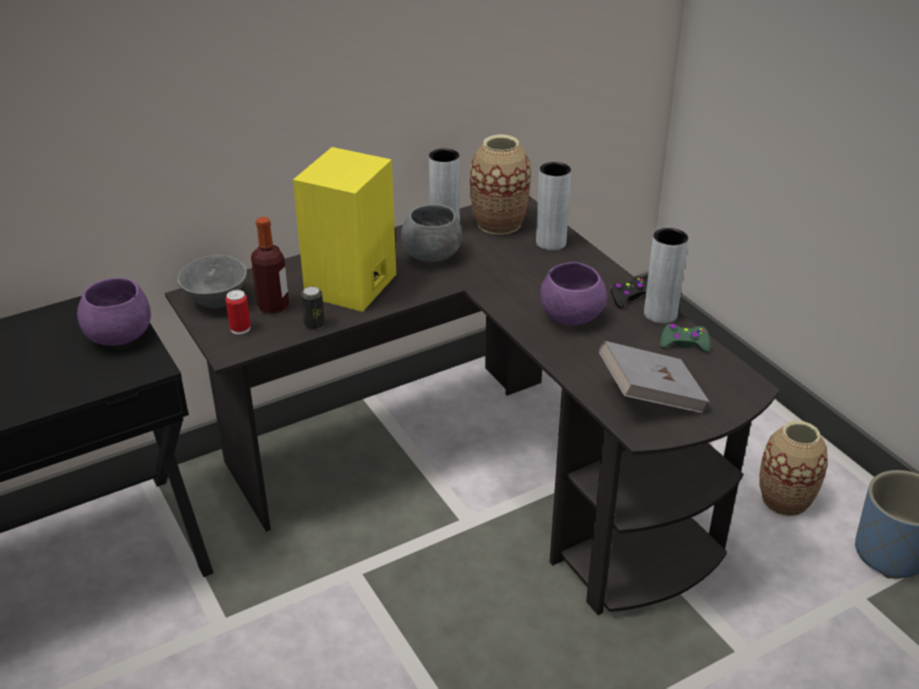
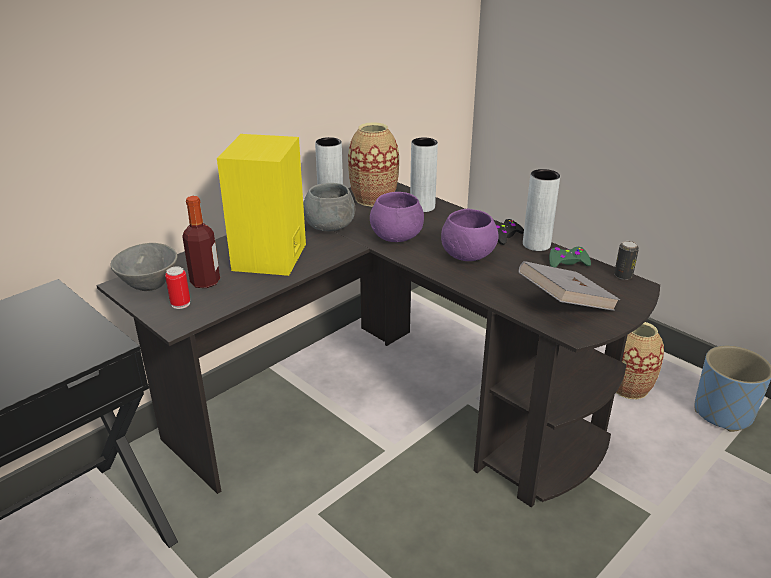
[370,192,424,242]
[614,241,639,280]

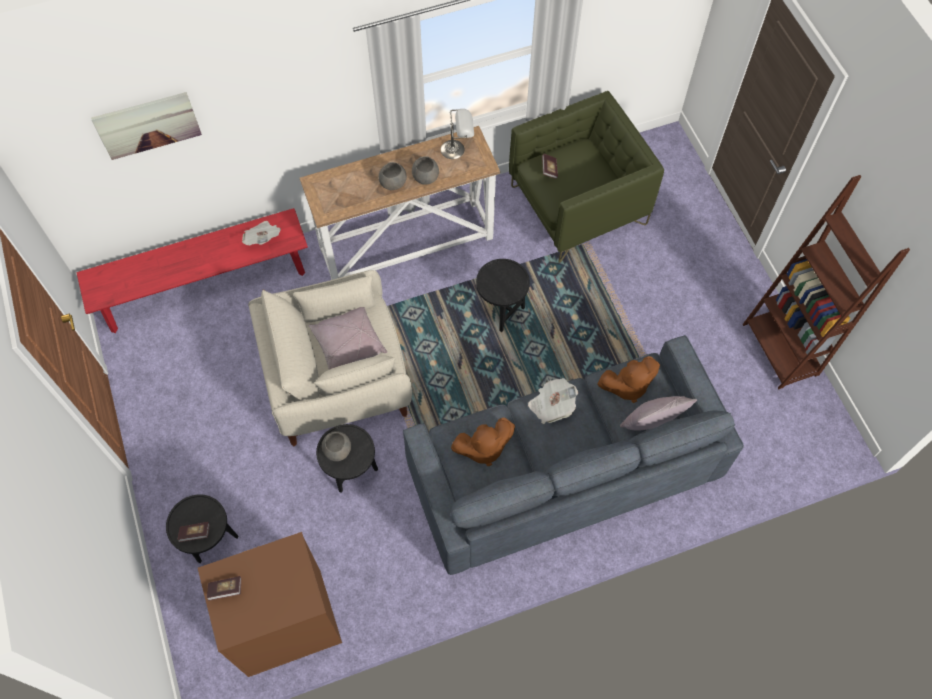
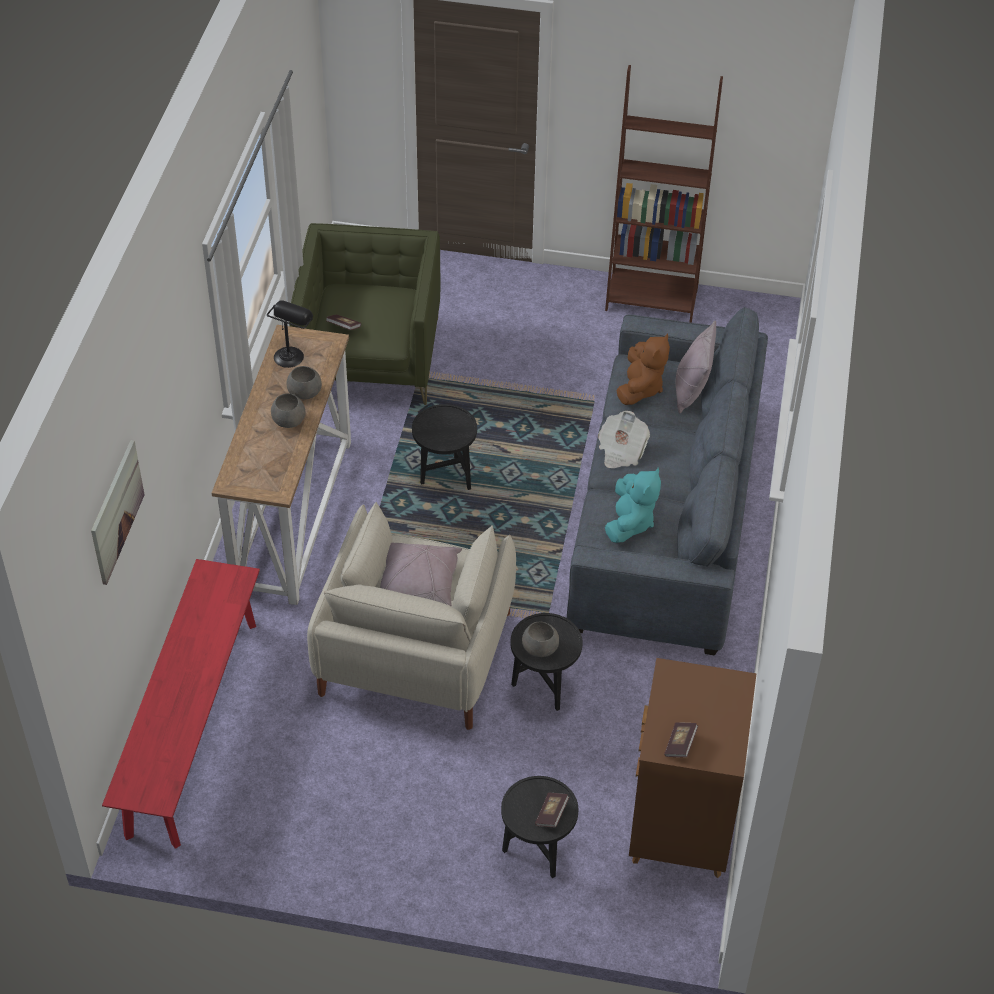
[267,300,313,368]
[605,468,661,543]
[242,221,281,245] (first image)

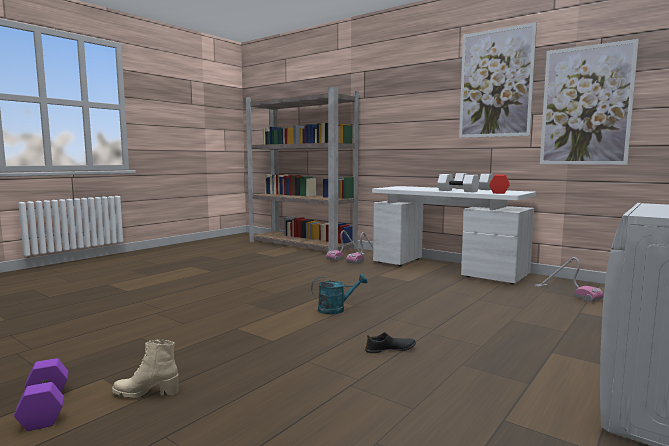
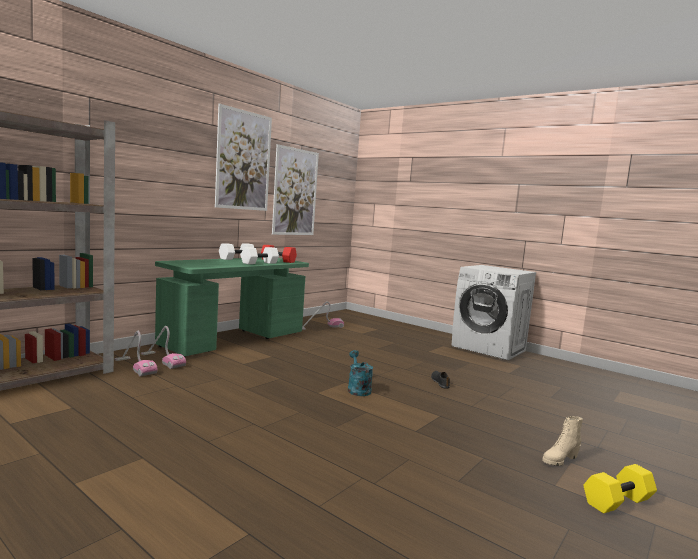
[155,257,309,357]
[543,416,583,466]
[583,464,657,513]

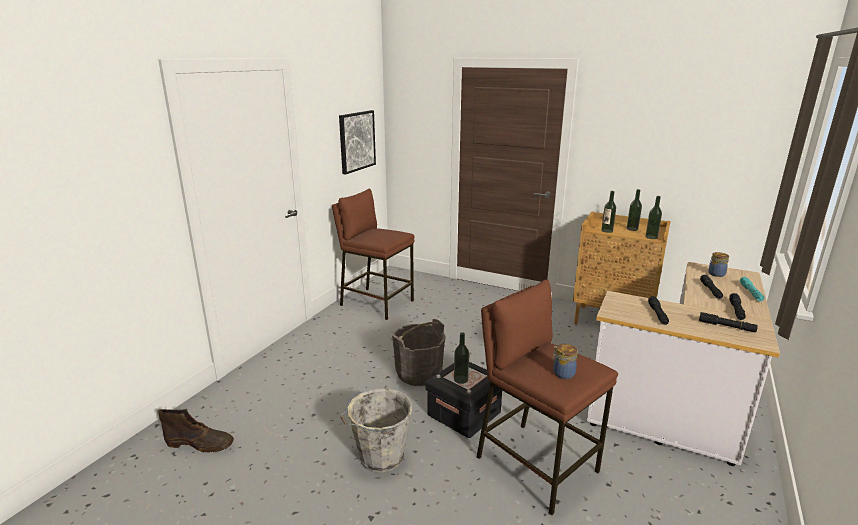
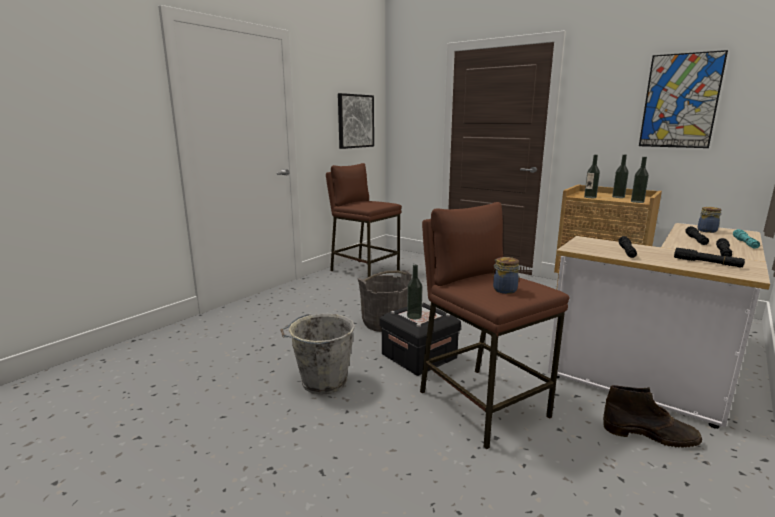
[603,385,702,448]
[639,50,728,148]

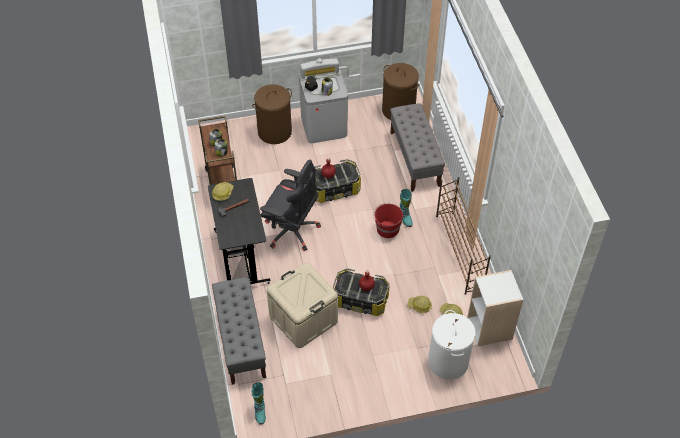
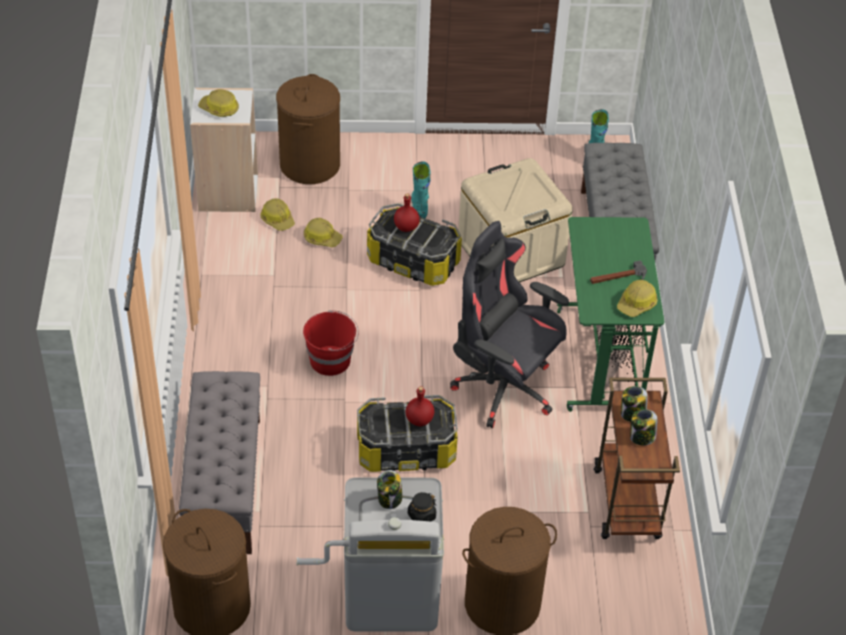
[198,89,239,117]
[276,74,340,184]
[411,161,431,219]
[557,217,664,412]
[436,177,491,295] (first image)

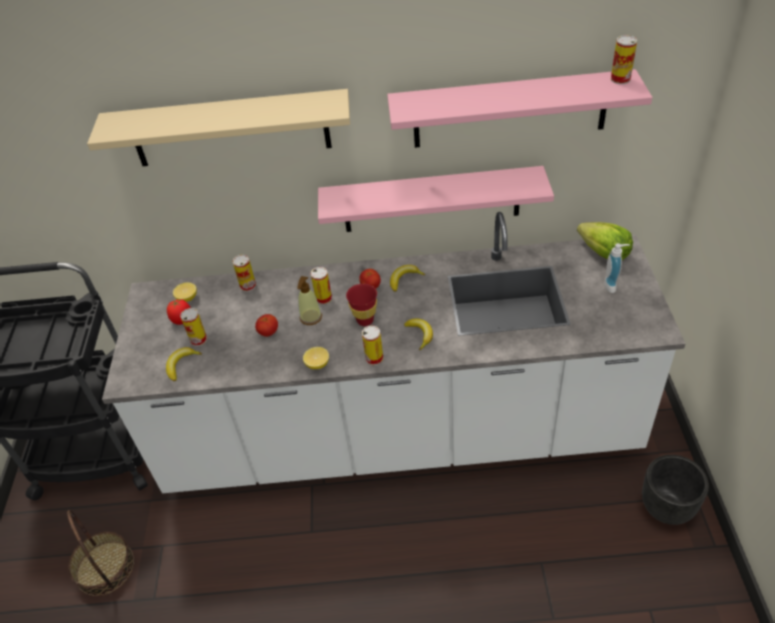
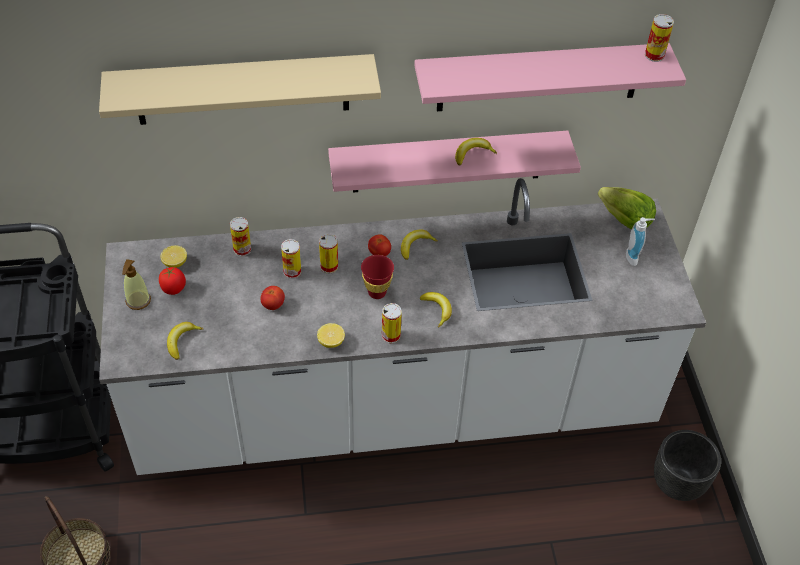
[122,259,151,310]
[281,239,301,279]
[455,138,497,165]

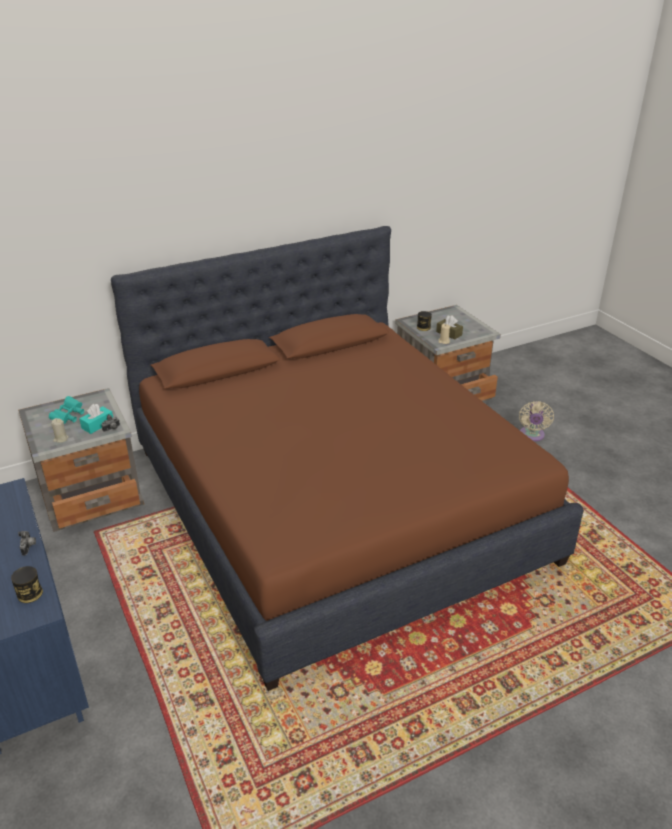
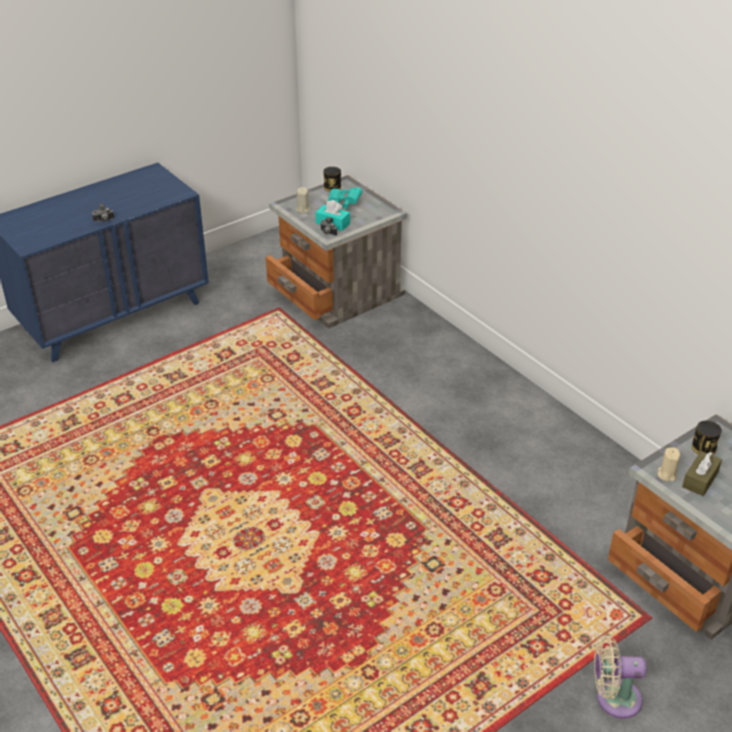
[324,167,341,192]
[111,226,584,691] (first image)

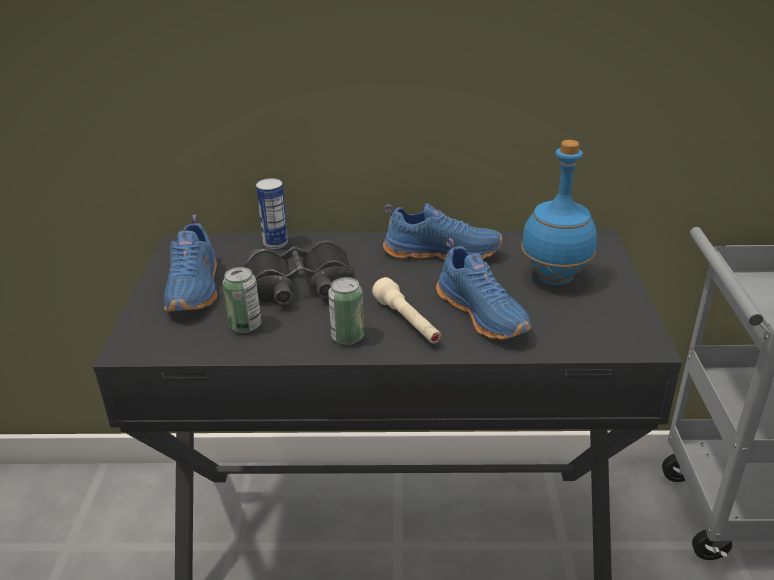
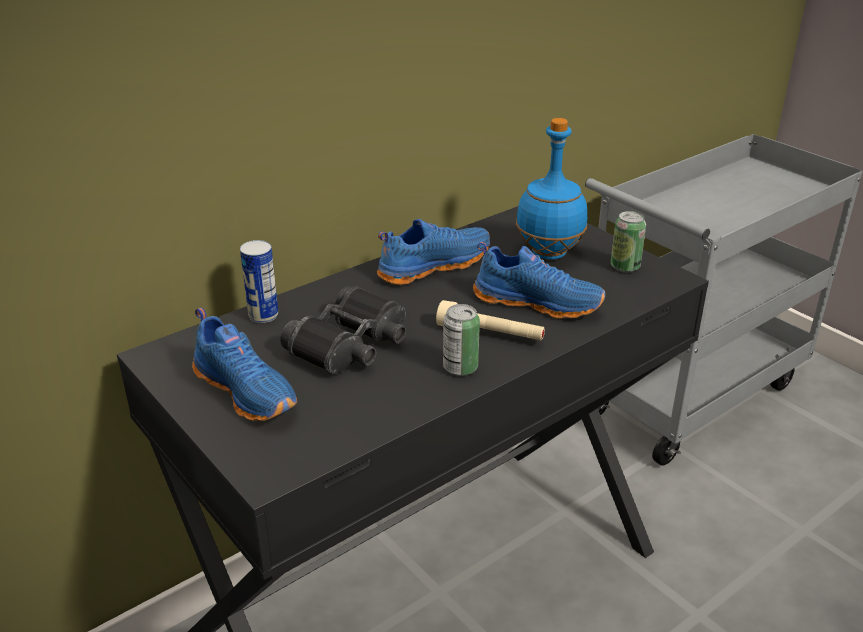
[611,211,646,272]

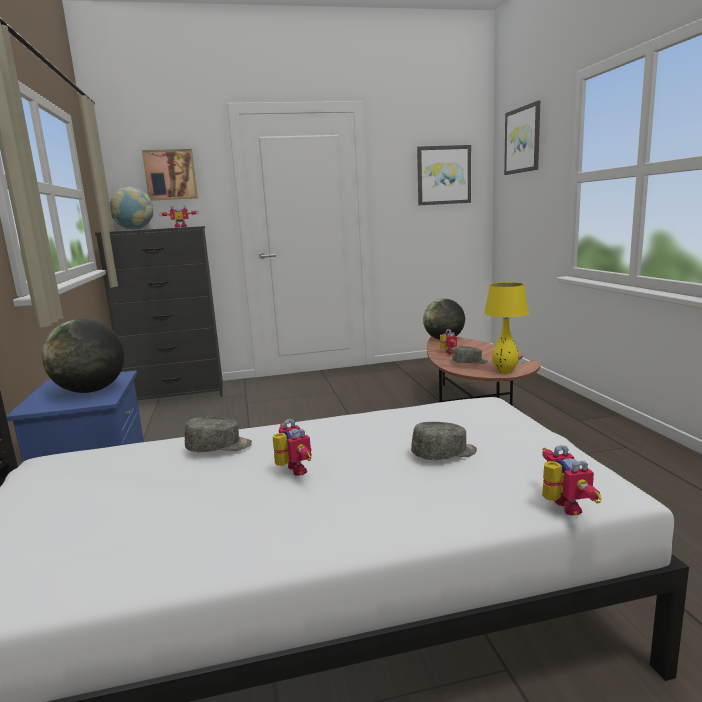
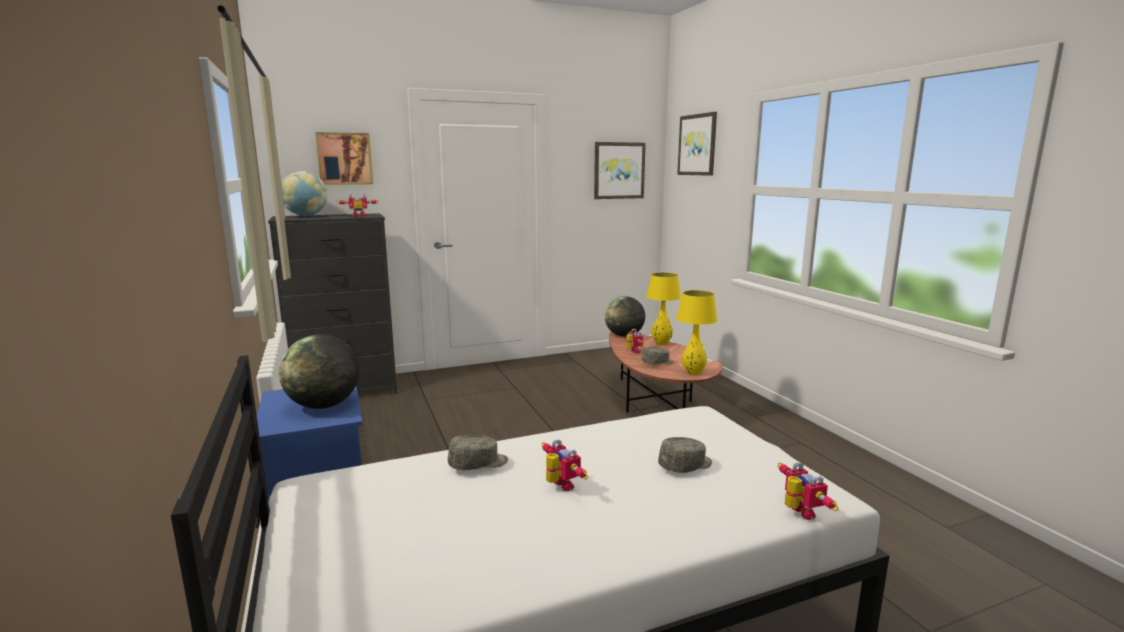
[646,272,681,345]

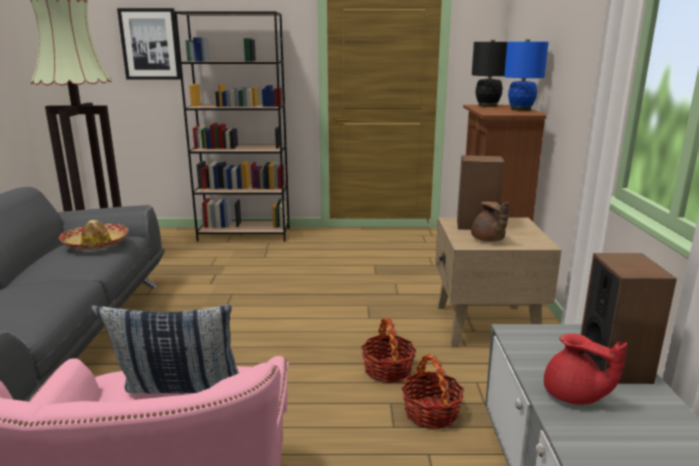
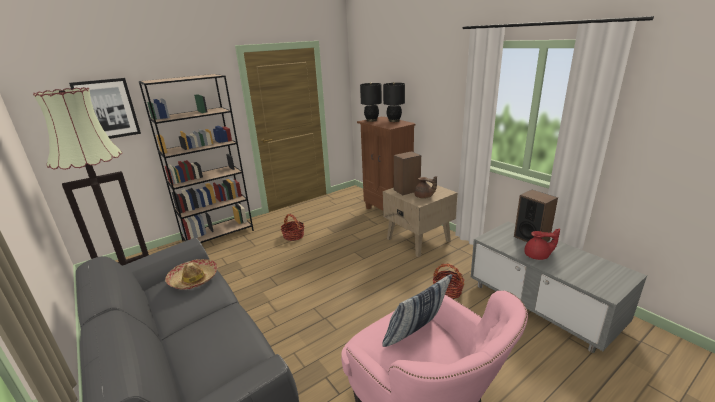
[281,214,304,241]
[383,82,405,122]

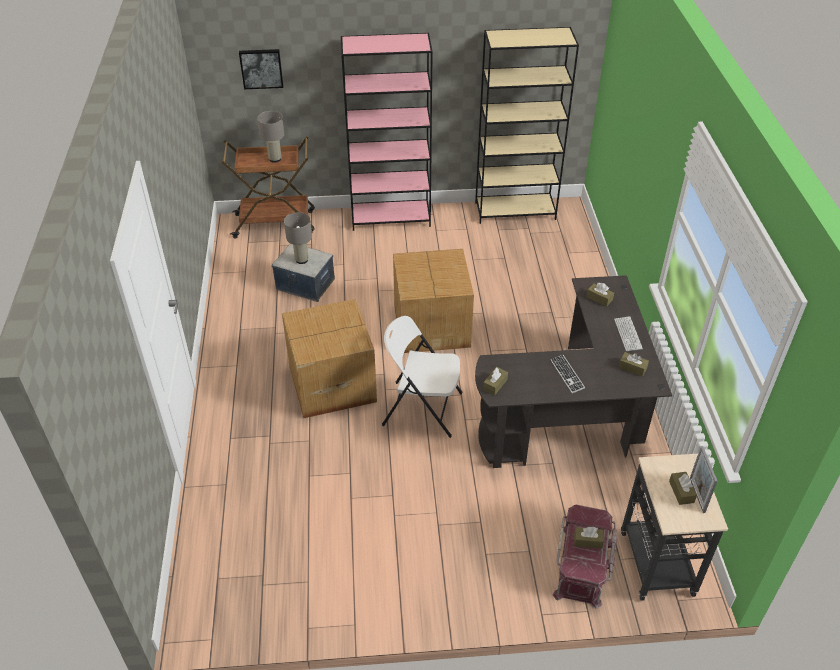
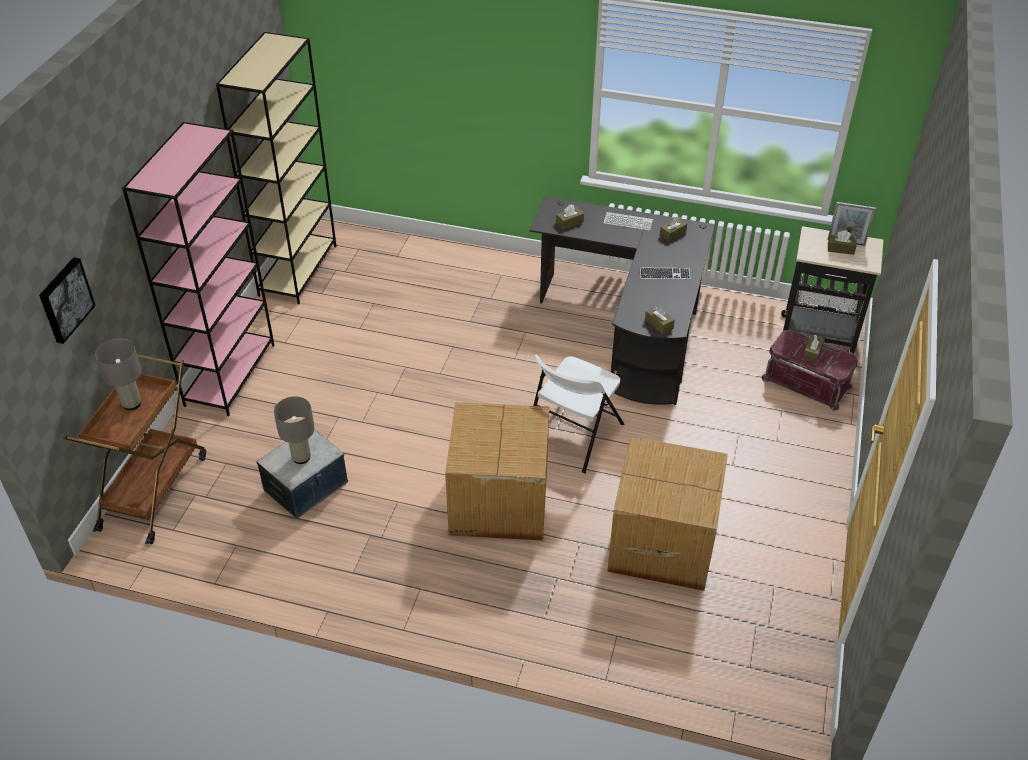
[607,437,728,591]

